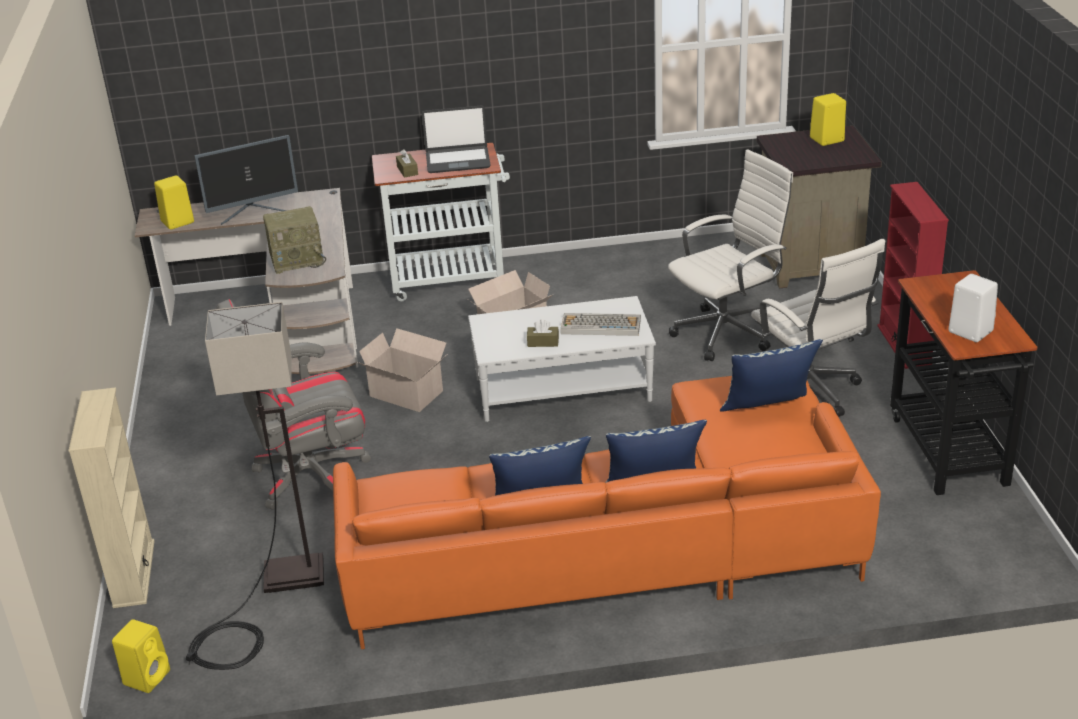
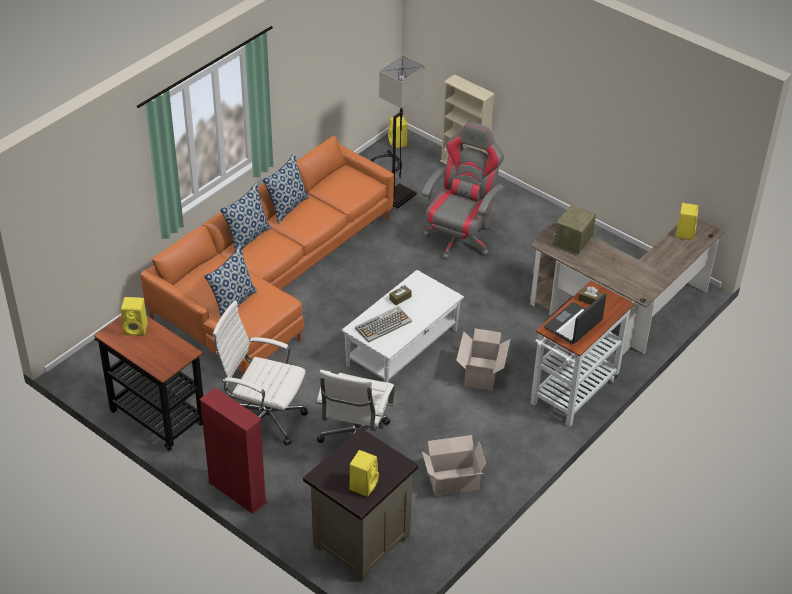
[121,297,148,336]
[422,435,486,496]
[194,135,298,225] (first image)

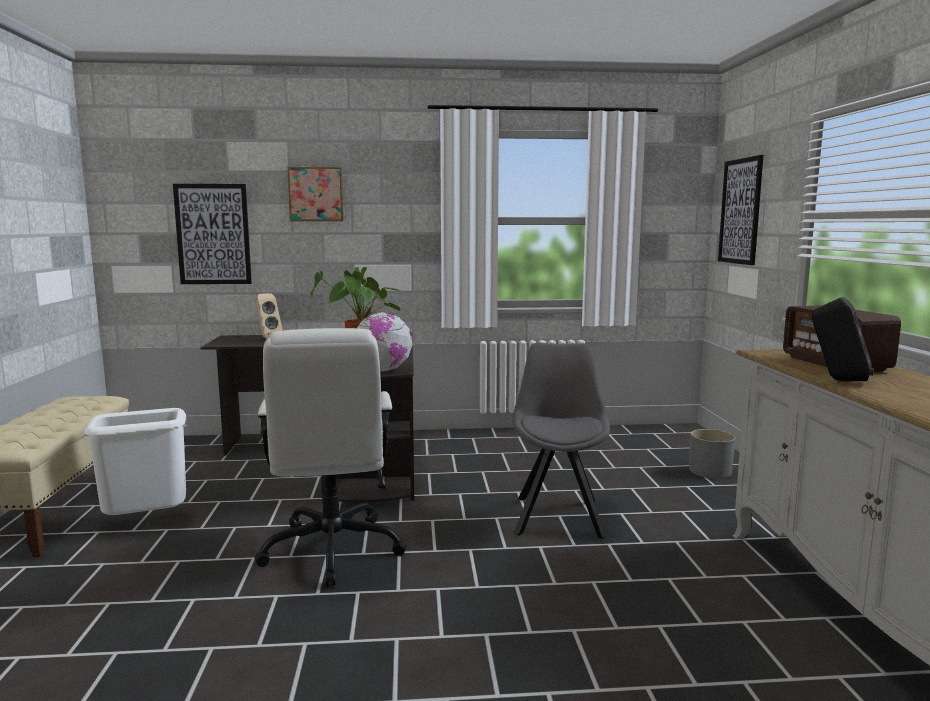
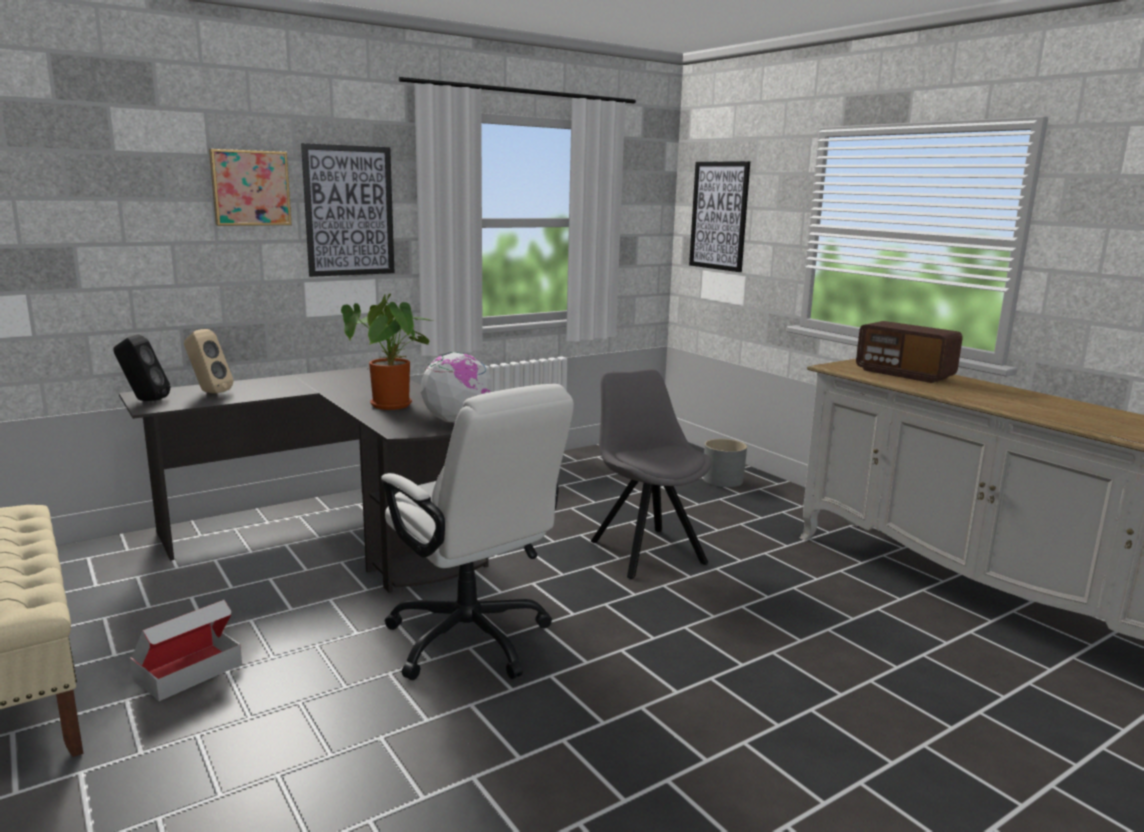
[113,334,170,401]
[130,600,242,701]
[301,143,395,277]

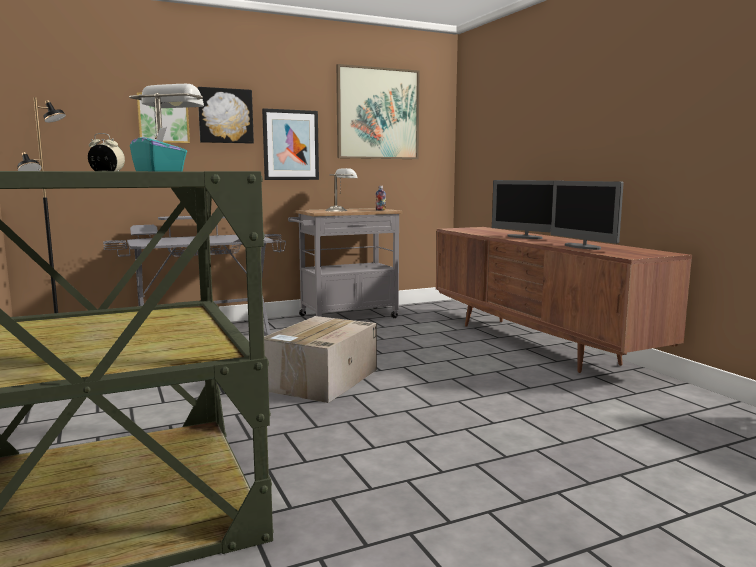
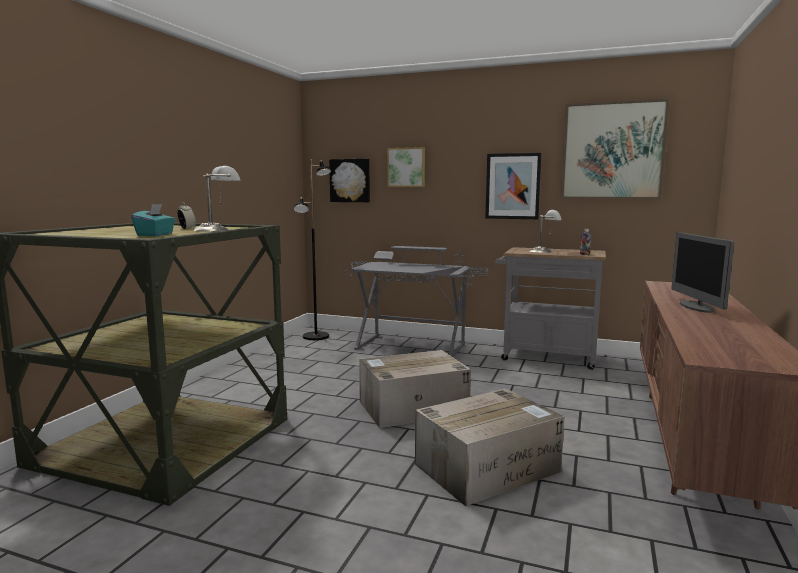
[329,159,370,202]
[415,389,565,506]
[551,181,624,250] (first image)

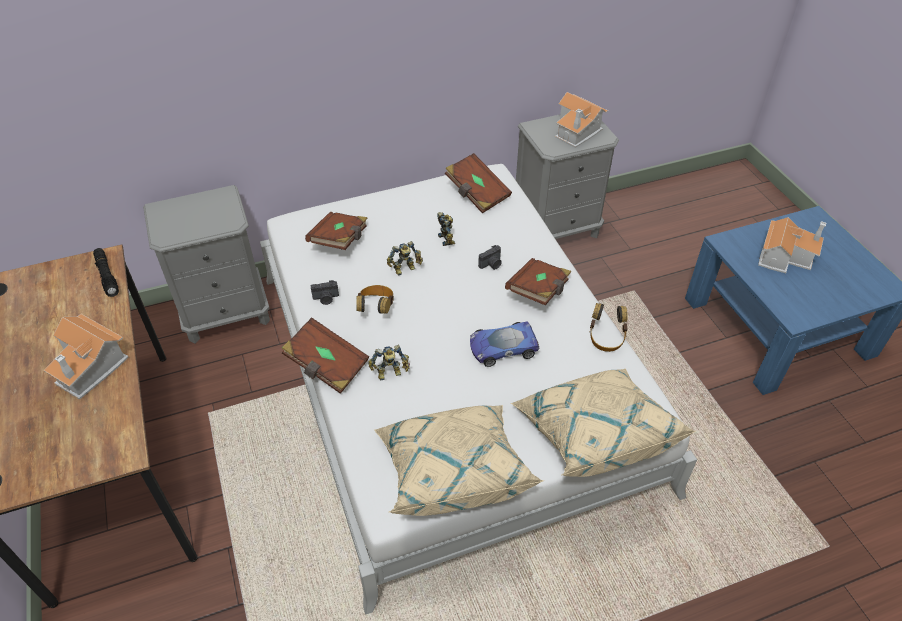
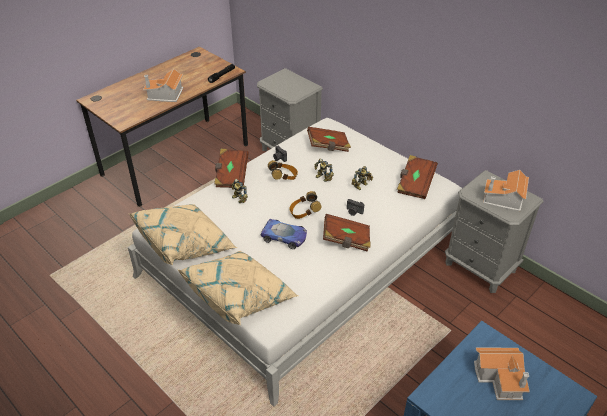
[261,219,307,249]
[289,191,322,219]

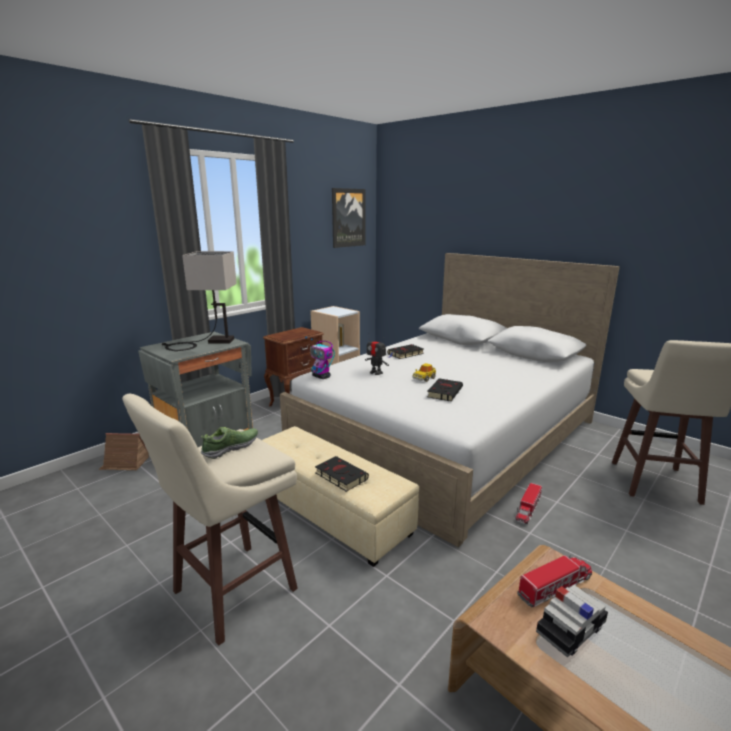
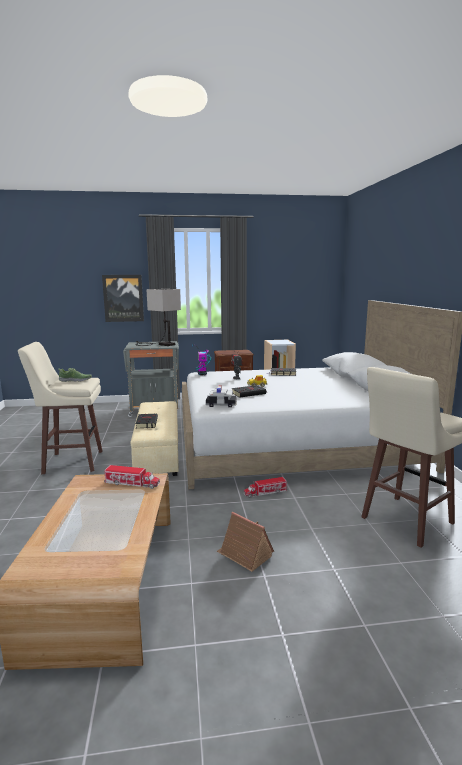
[102,275,144,322]
[206,385,237,407]
[217,512,274,572]

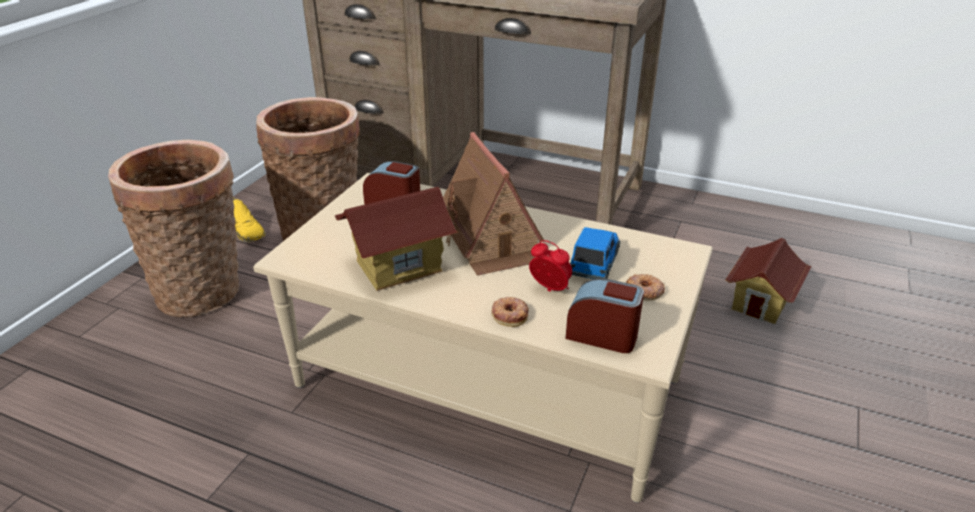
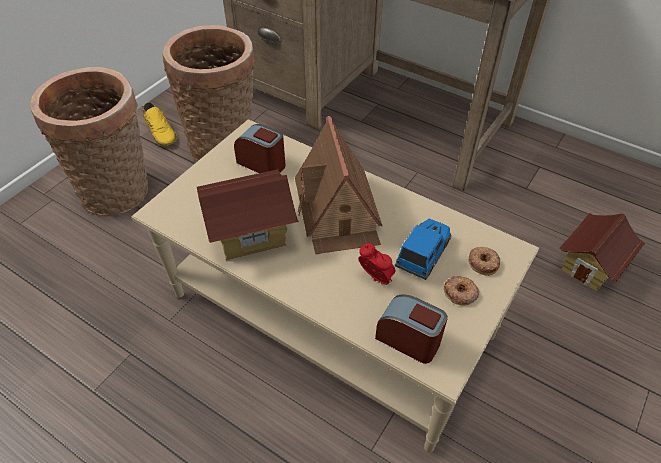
[468,247,500,276]

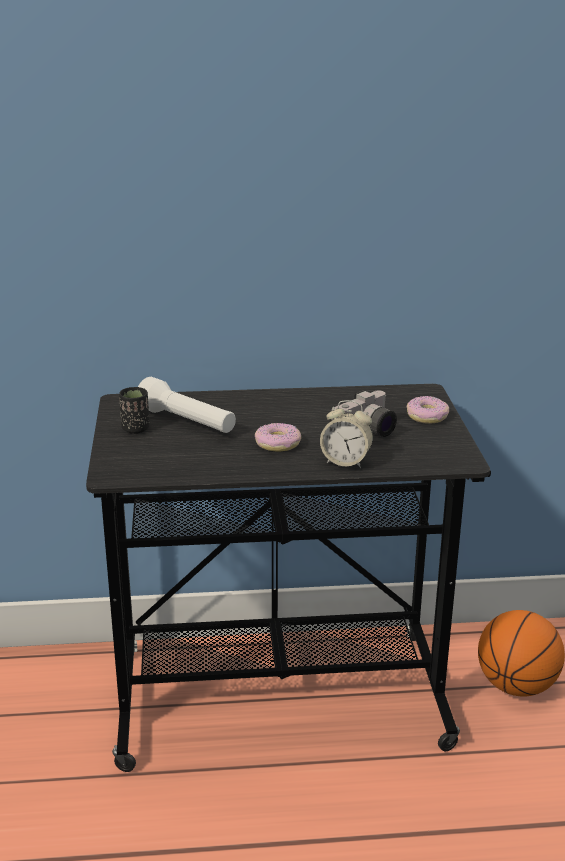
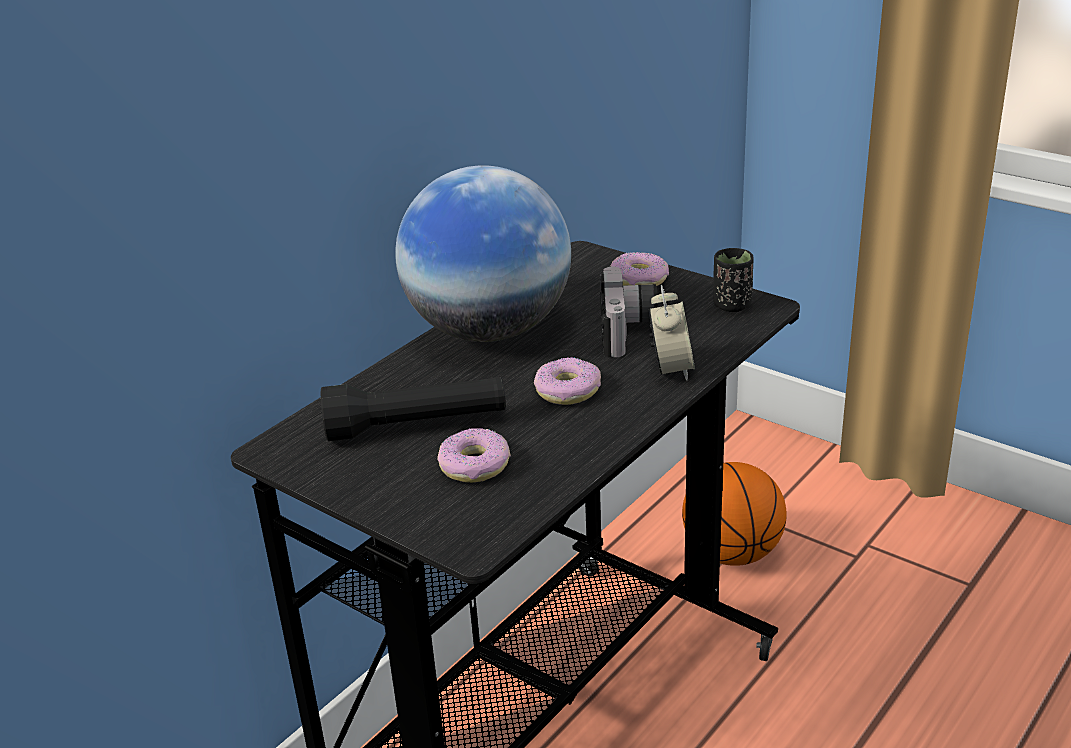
[321,377,506,441]
[395,165,571,342]
[437,428,511,482]
[649,285,695,381]
[713,248,754,312]

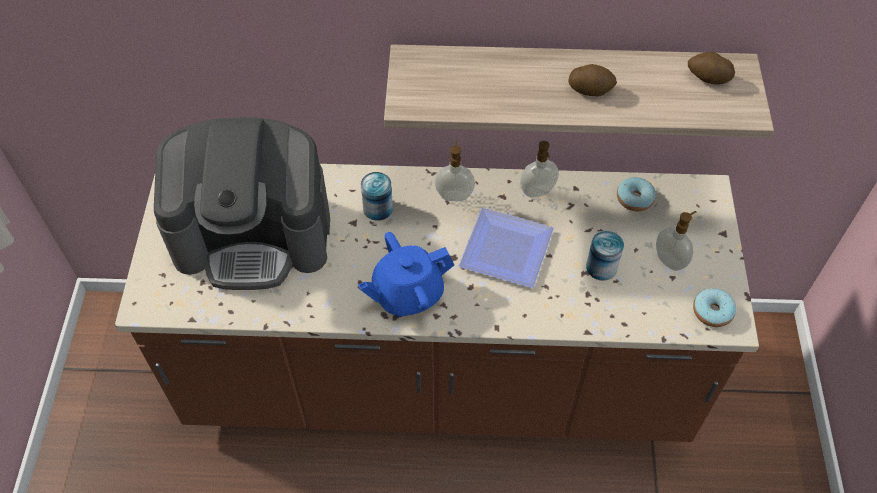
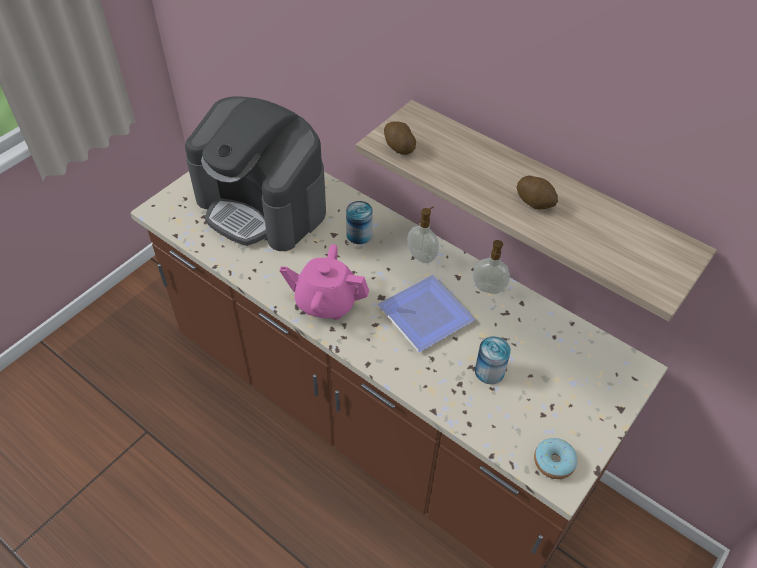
[279,244,369,320]
[384,121,416,155]
[617,177,656,211] (first image)
[656,211,696,271] (first image)

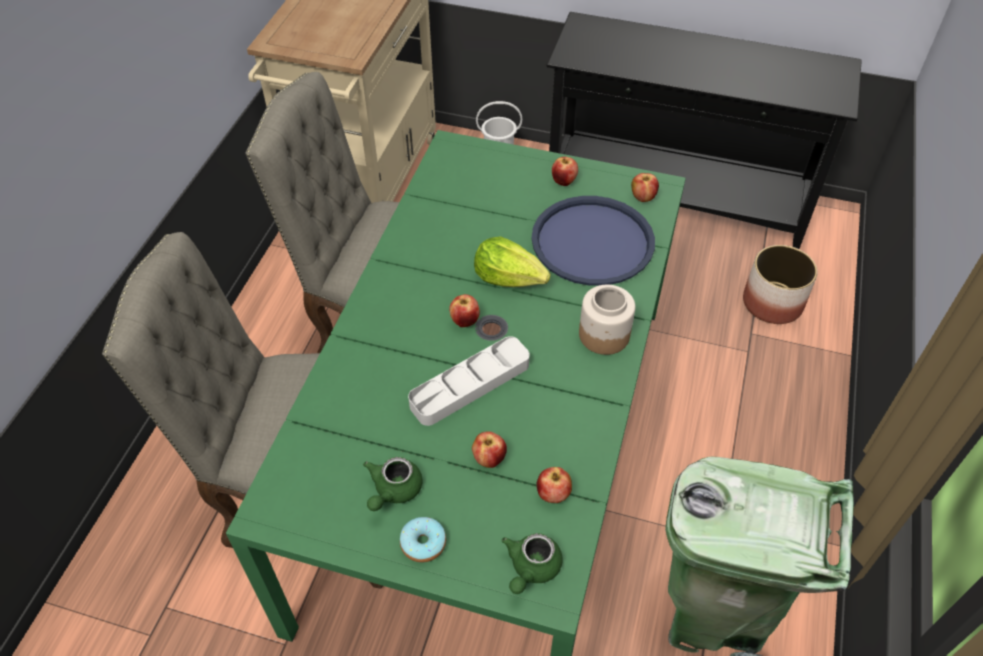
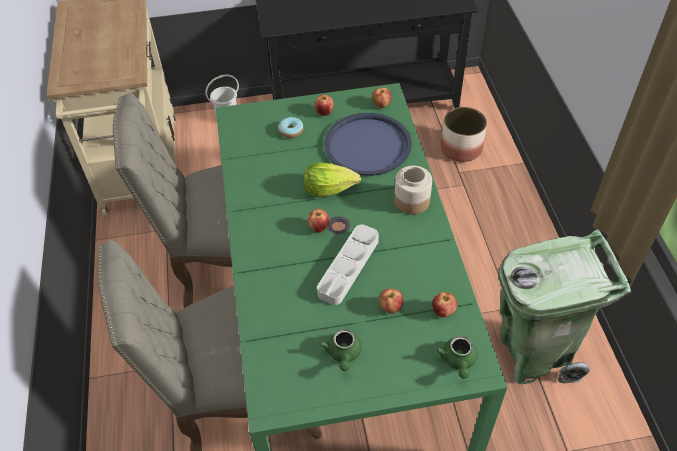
[278,117,303,138]

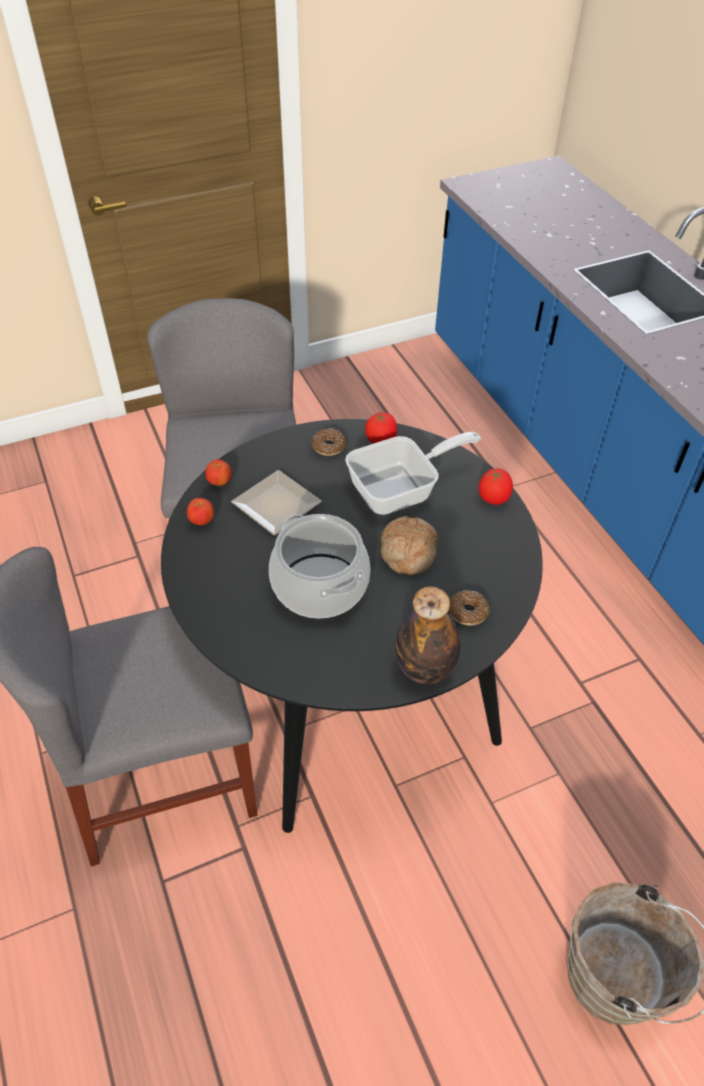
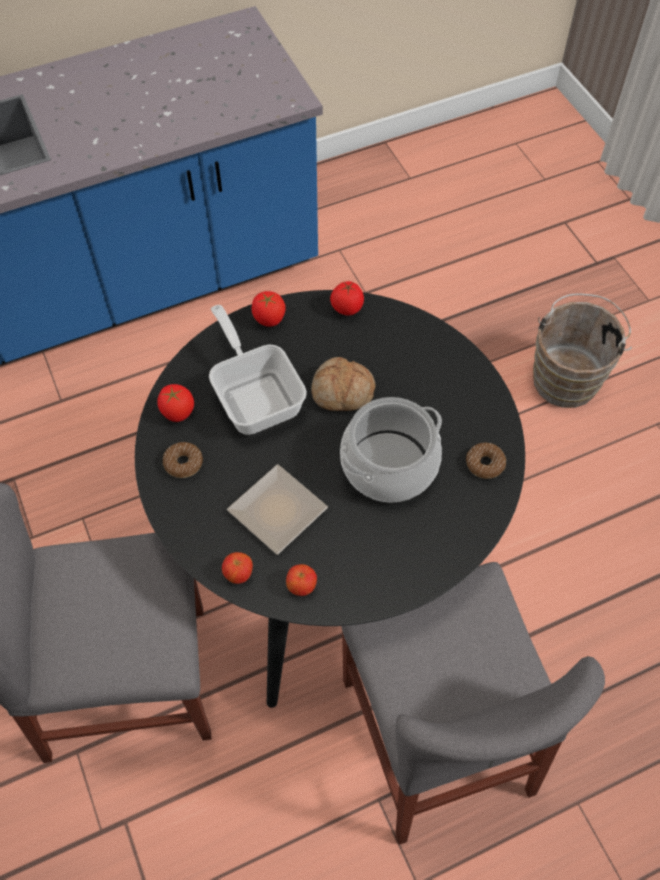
[330,281,364,316]
[466,443,506,479]
[395,587,460,684] (first image)

